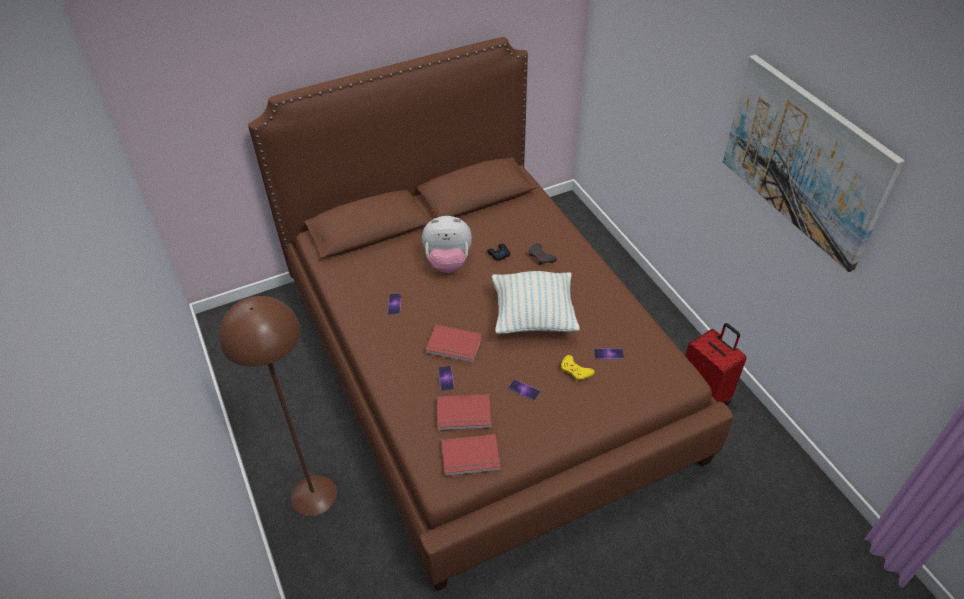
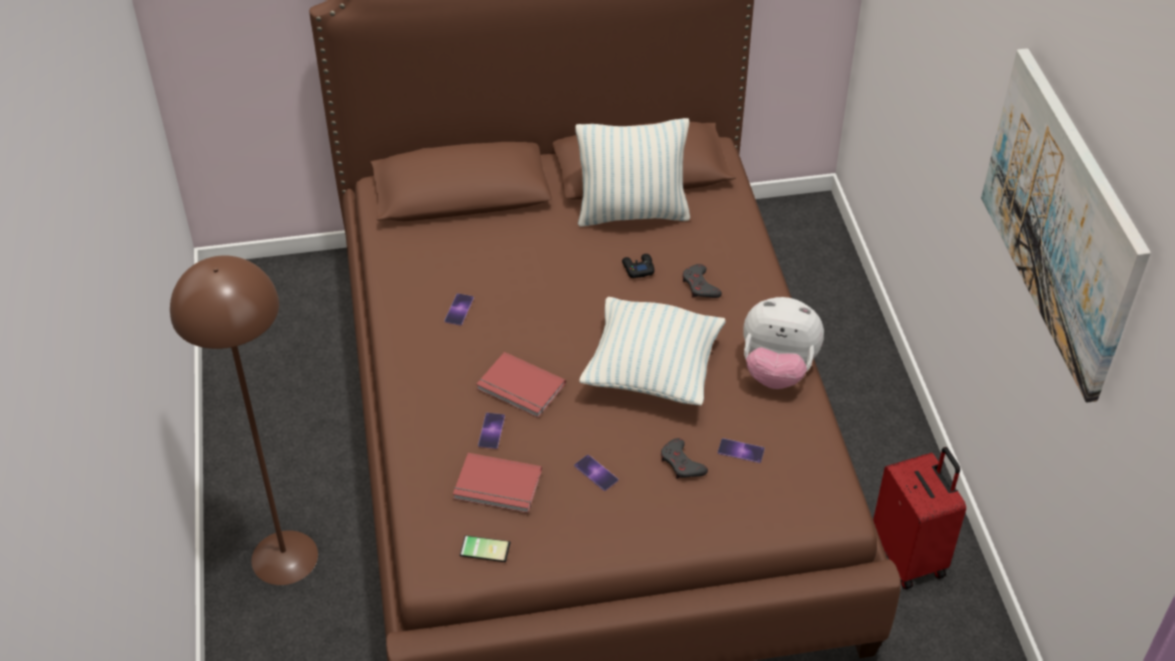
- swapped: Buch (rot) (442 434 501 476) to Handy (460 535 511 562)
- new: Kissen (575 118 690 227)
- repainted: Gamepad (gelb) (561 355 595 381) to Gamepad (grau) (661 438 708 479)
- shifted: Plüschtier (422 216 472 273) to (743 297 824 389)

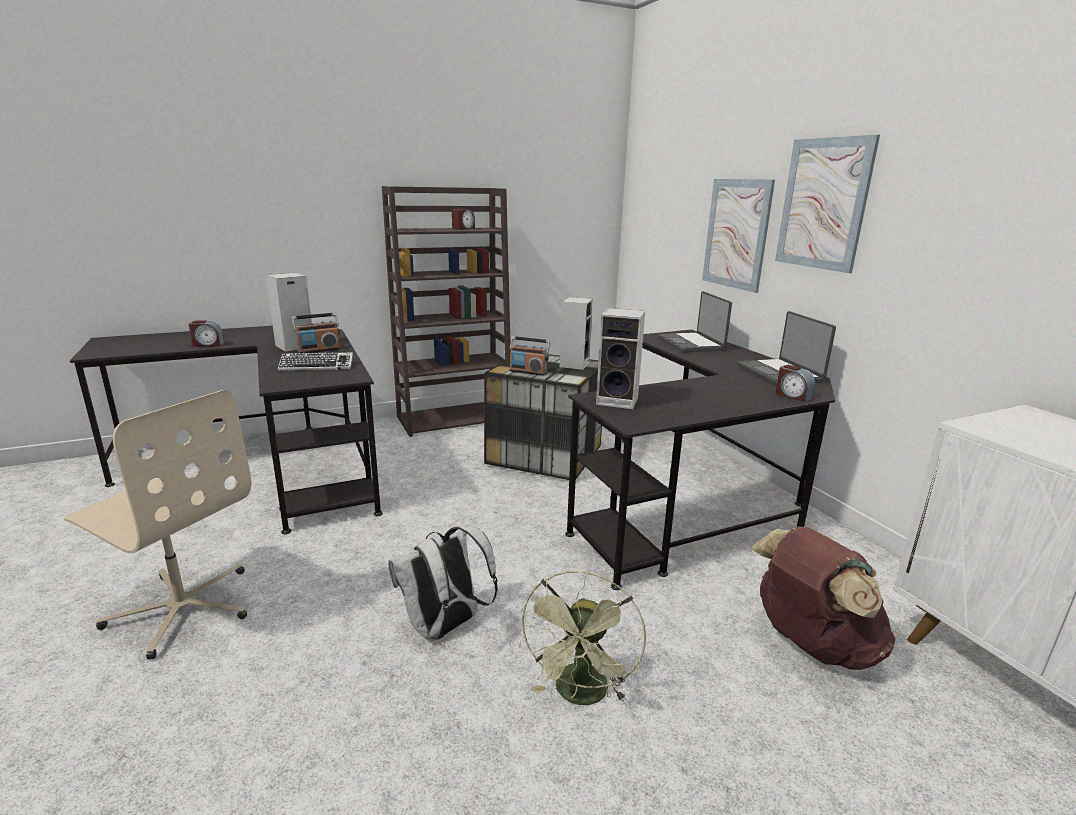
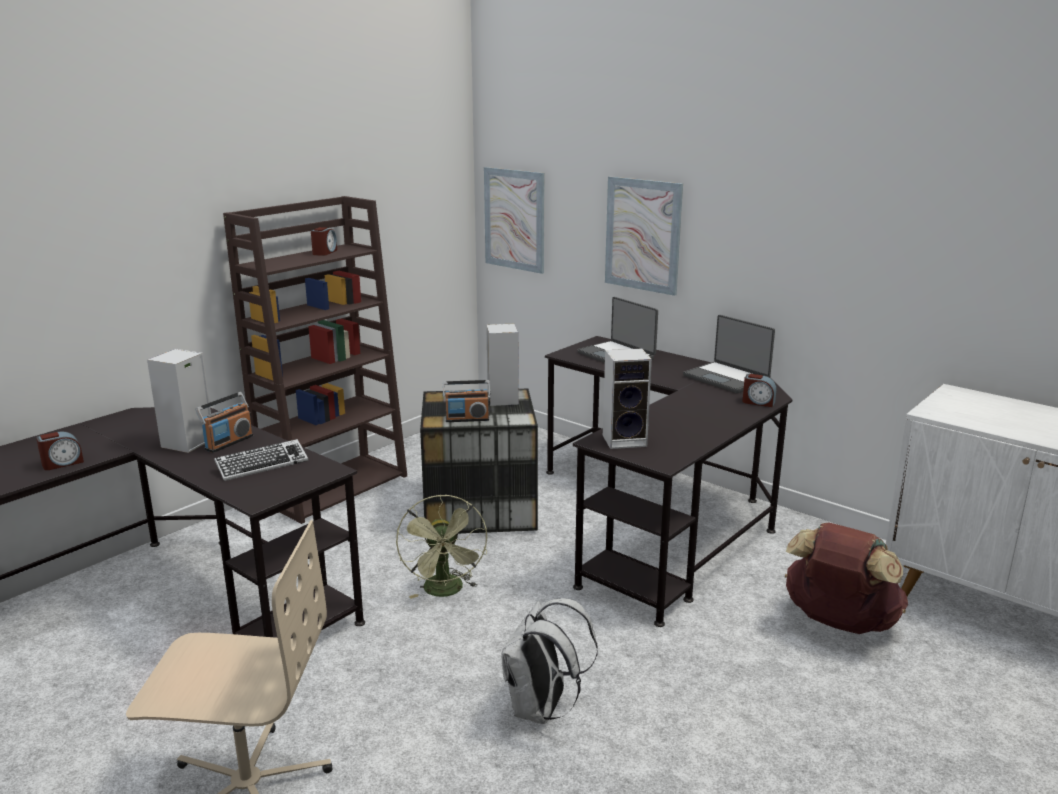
- shifted: Ventilator (grün) (518 571 646 705) to (396 495 487 599)
- shifted: Bild (775 135 880 273) to (484 167 545 274)

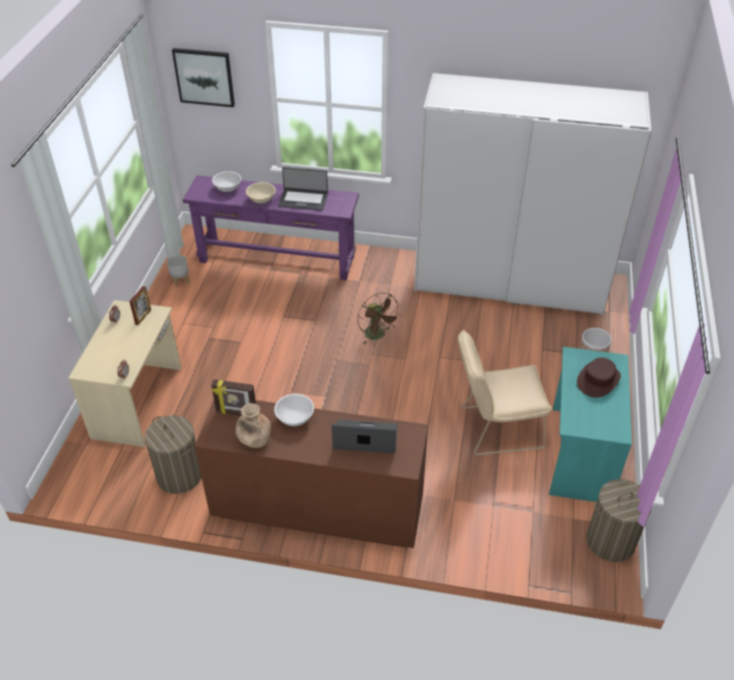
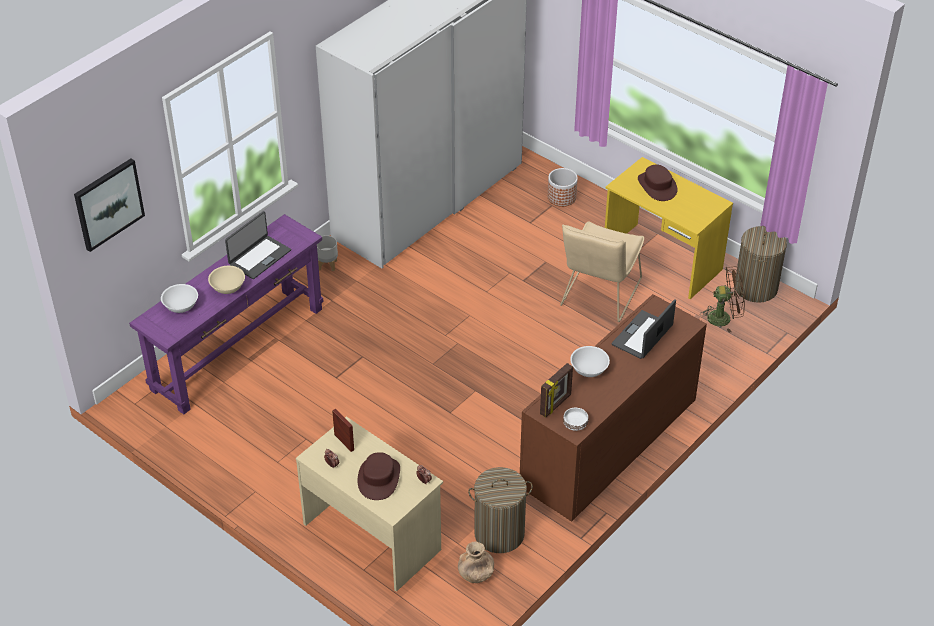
- shifted: Pflanzkübel (grau) (167 255 190 287) to (317 235 338 271)
- new: Hut (braun) (358 452 400 500)
- shifted: Vase (braun) (236 403 271 448) to (458 541 494 583)
- new: Schüssel (weiß) (563 408 589 431)
- repainted: Schreibtisch (türkis) (549 347 632 502) to Schreibtisch (gelb) (605 157 733 299)
- shifted: Ventilator (braun) (358 293 401 344) to (700 266 745 333)

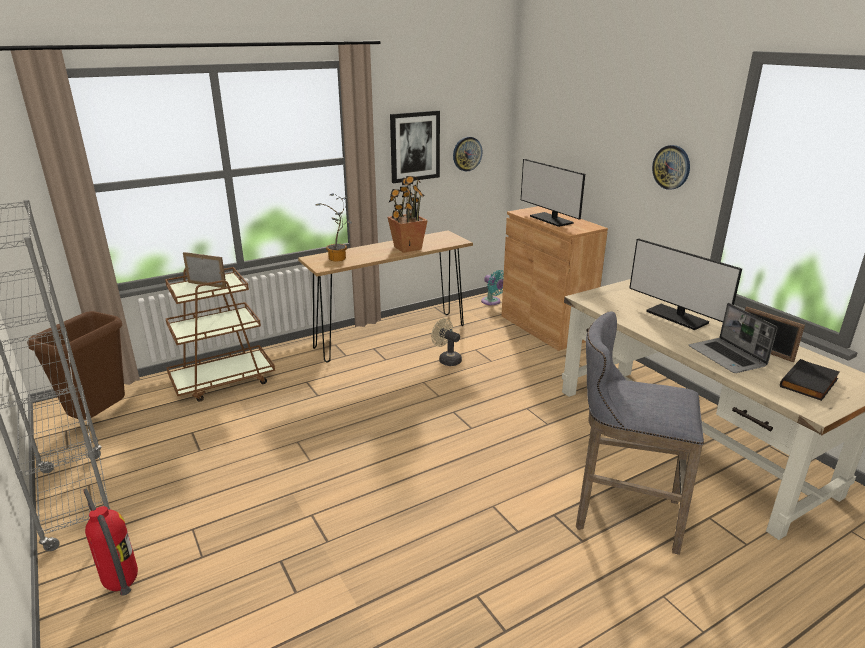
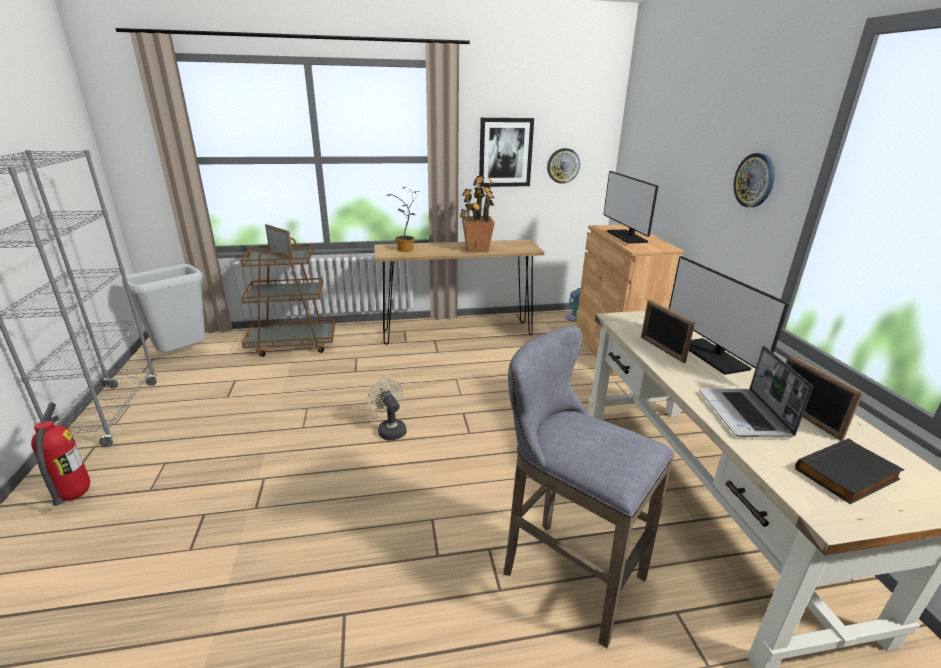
- repainted: Mülleimer (braun) (27 311 125 420) to Mülleimer (grau) (121 264 205 352)
- shifted: Ventilator (beige) (431 318 462 366) to (368 379 406 440)
- new: Bilderrahmen (641 300 695 363)

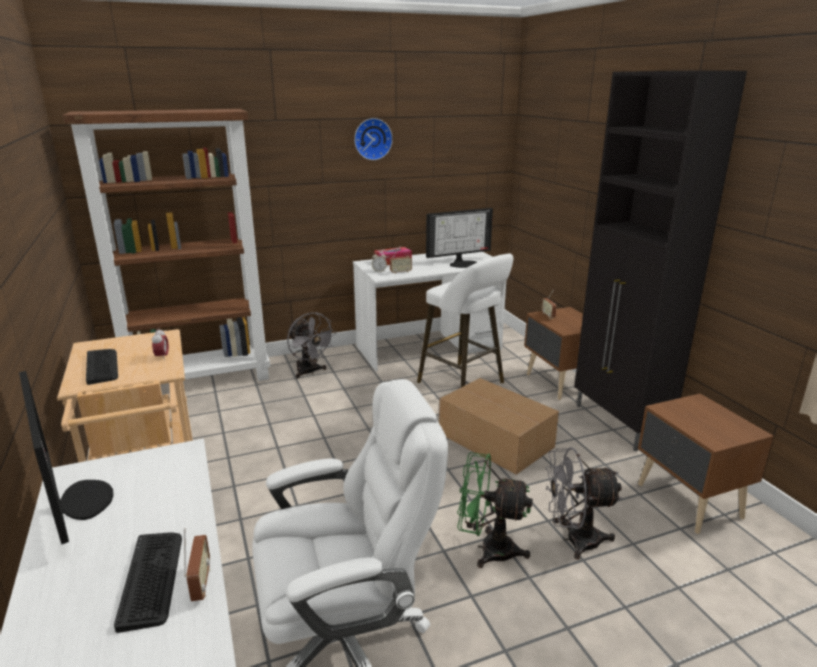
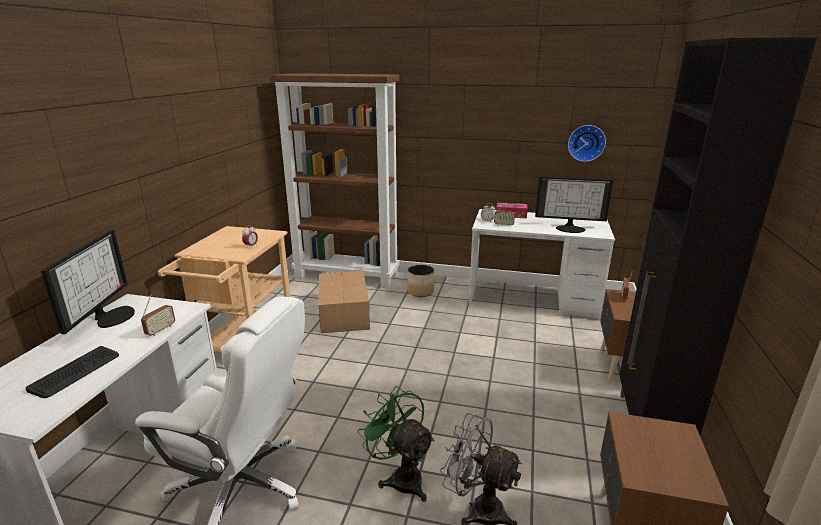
- shifted: Radio (184 529 210 601) to (141 295 175 336)
- shifted: Karton (439 378 559 475) to (319 271 370 333)
- swapped: Ventilator (grau) (287 312 337 379) to Pflanzkübel (407 265 434 297)
- shifted: Wanduhr (354 118 393 160) to (568 125 606 162)
- gone: Tastatur (86 349 118 385)
- gone: Hocker (weiß) (417 253 513 387)

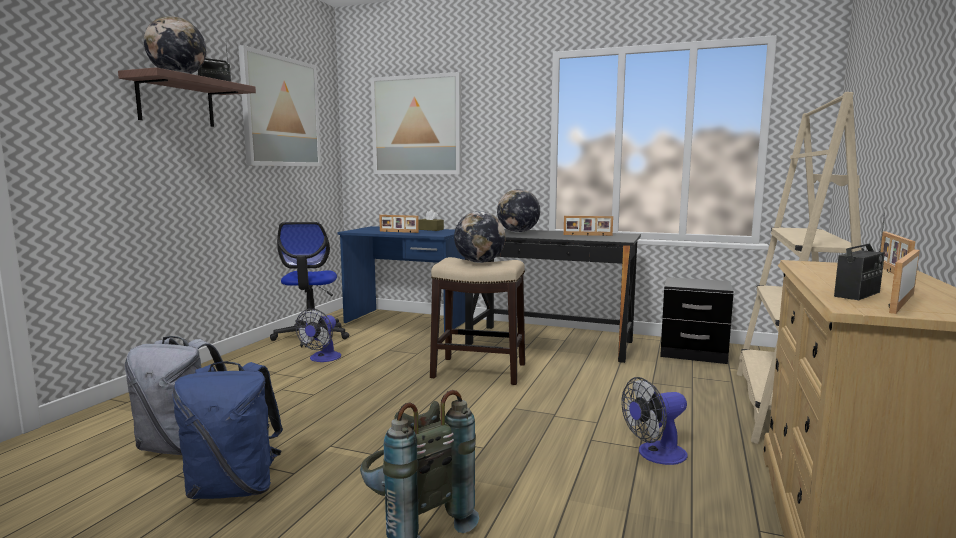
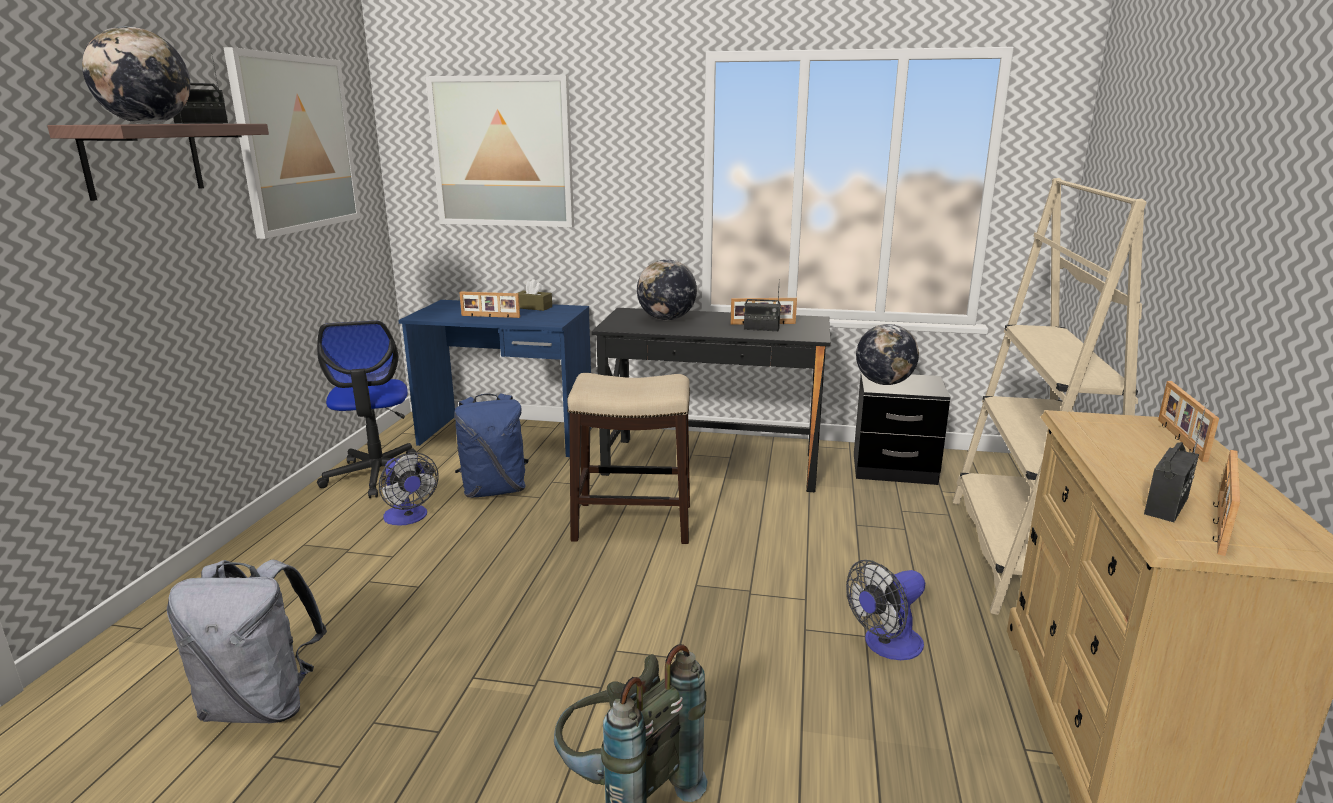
- rotated: Ventilator (295 309 341 362) = (379 452 439 525) 45 degrees counterclockwise
- shifted: Rucksack (blau) (172 362 283 499) to (454 393 529 498)
- new: Radio (744 279 781 331)
- shifted: Globus (454 211 505 263) to (856 324 919 385)

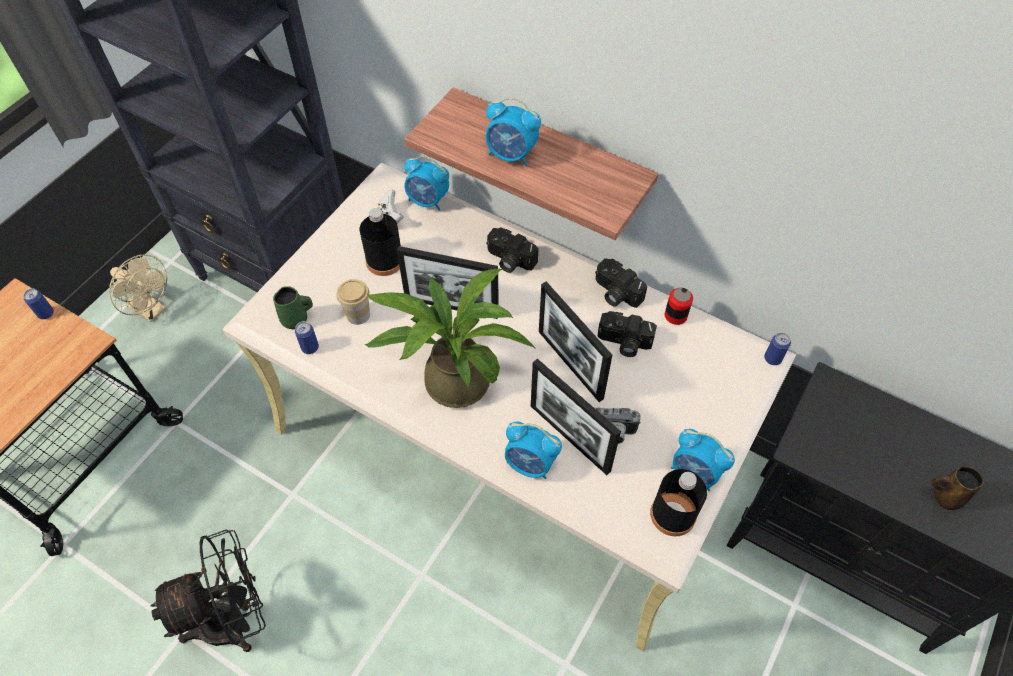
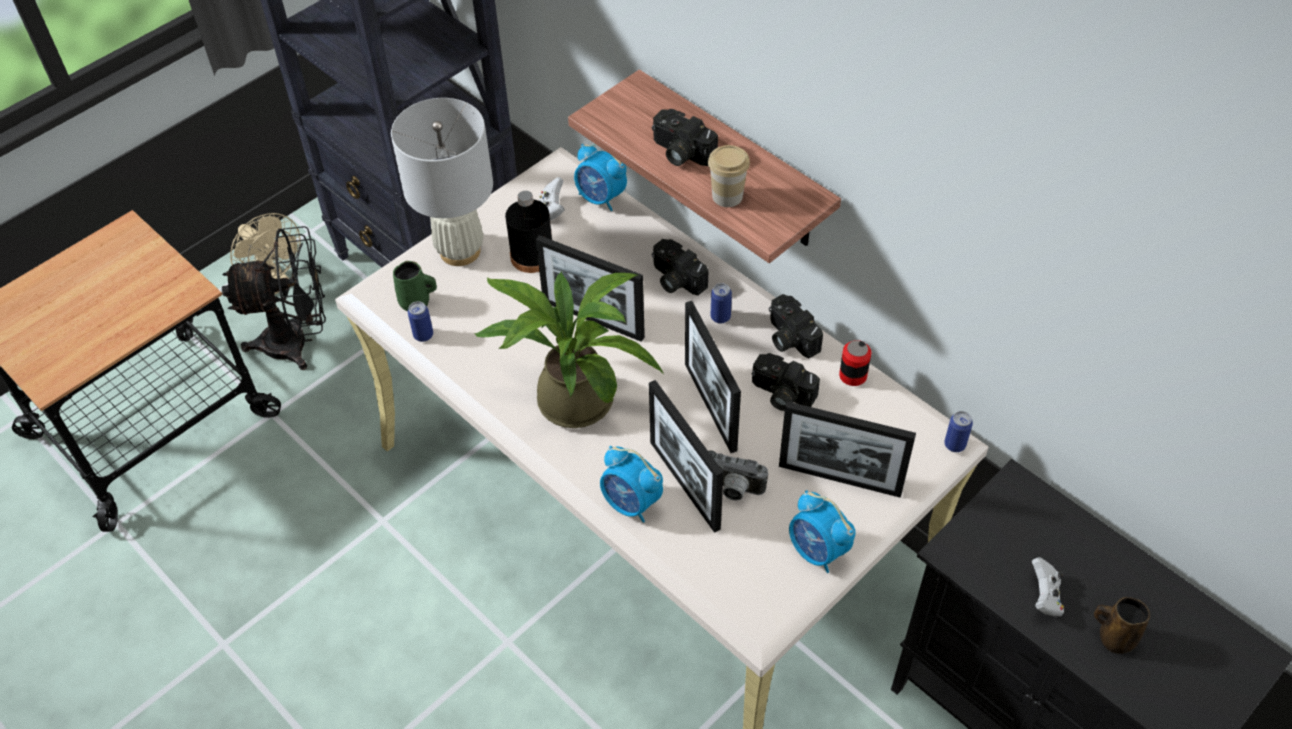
- shifted: Ventilator (schwarz) (151 530 266 652) to (222 226 326 370)
- new: Tischlampe (weiß) (391 98 493 266)
- swapped: Wecker (486 97 541 166) to Kamera (652 109 718 166)
- shifted: Tasse (337 279 370 325) to (708 145 750 207)
- shifted: Dose (23 289 54 319) to (711 283 732 324)
- new: Bilderrahmen (779 401 916 498)
- new: Gamepad (weiß) (1032 557 1064 617)
- gone: Flasche (schwarz) (650 469 707 536)

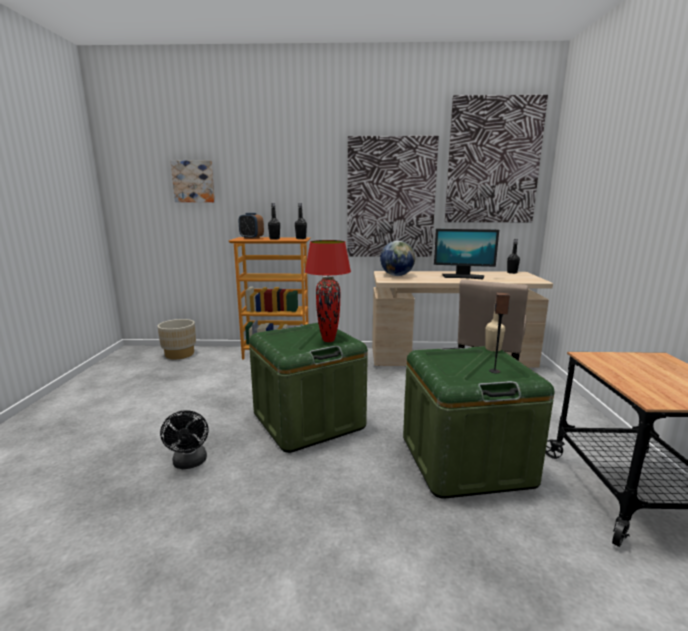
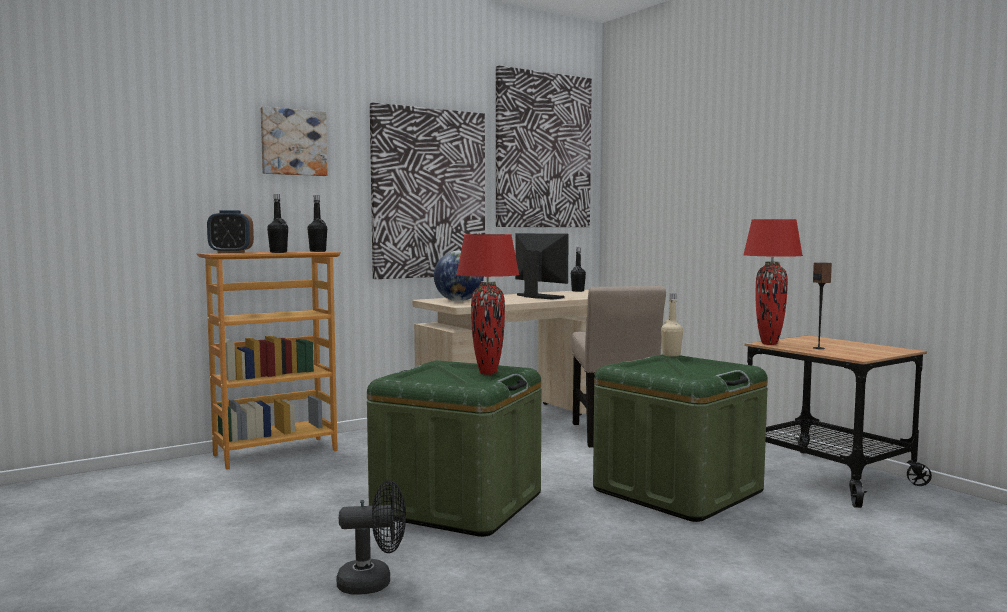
- shifted: Bild (170 160 215 202) to (260 106 328 176)
- rotated: Ventilator (schwarz) (160 410 208 469) = (337 480 406 594) 45 degrees counterclockwise
- rotated: Monitor (434 229 499 279) = (515 233 569 300) 105 degrees counterclockwise
- new: Tischlampe (rot) (743 219 803 345)
- shifted: Lautsprecher (489 293 510 373) to (813 262 832 349)
- gone: Pflanzkübel (beige) (158 319 196 359)

